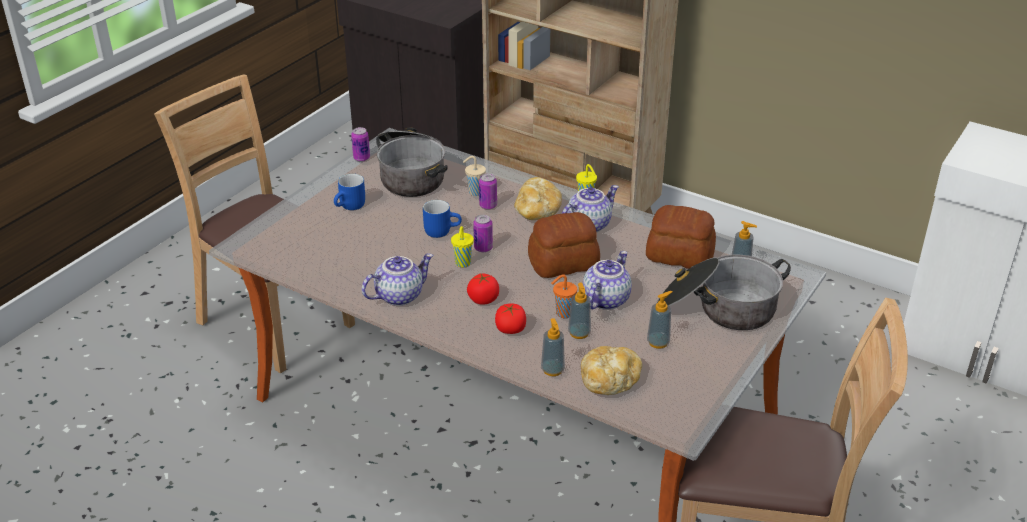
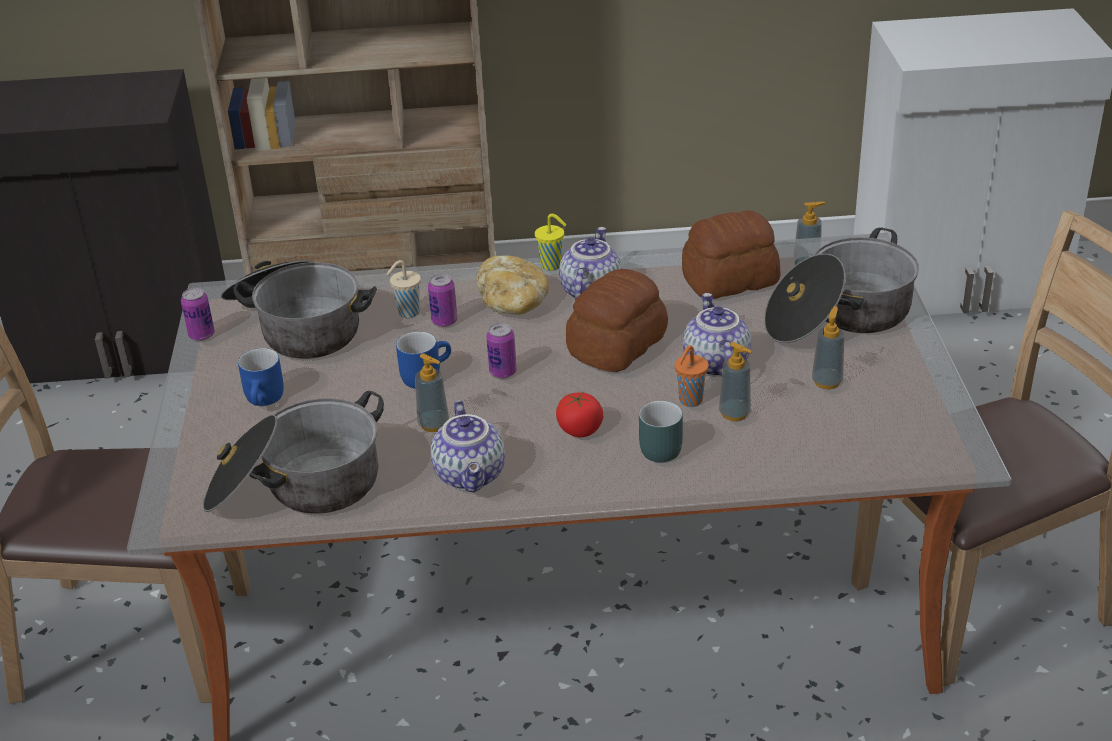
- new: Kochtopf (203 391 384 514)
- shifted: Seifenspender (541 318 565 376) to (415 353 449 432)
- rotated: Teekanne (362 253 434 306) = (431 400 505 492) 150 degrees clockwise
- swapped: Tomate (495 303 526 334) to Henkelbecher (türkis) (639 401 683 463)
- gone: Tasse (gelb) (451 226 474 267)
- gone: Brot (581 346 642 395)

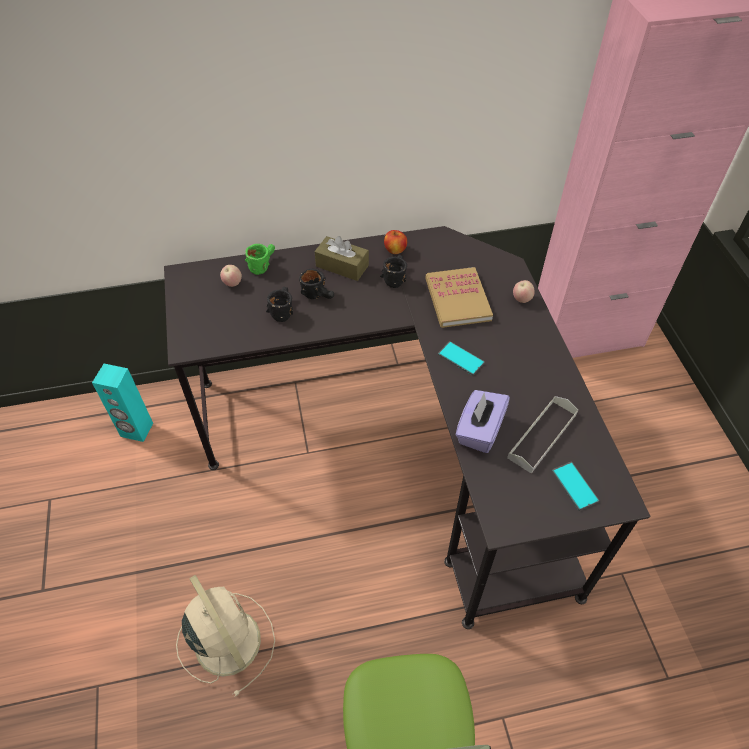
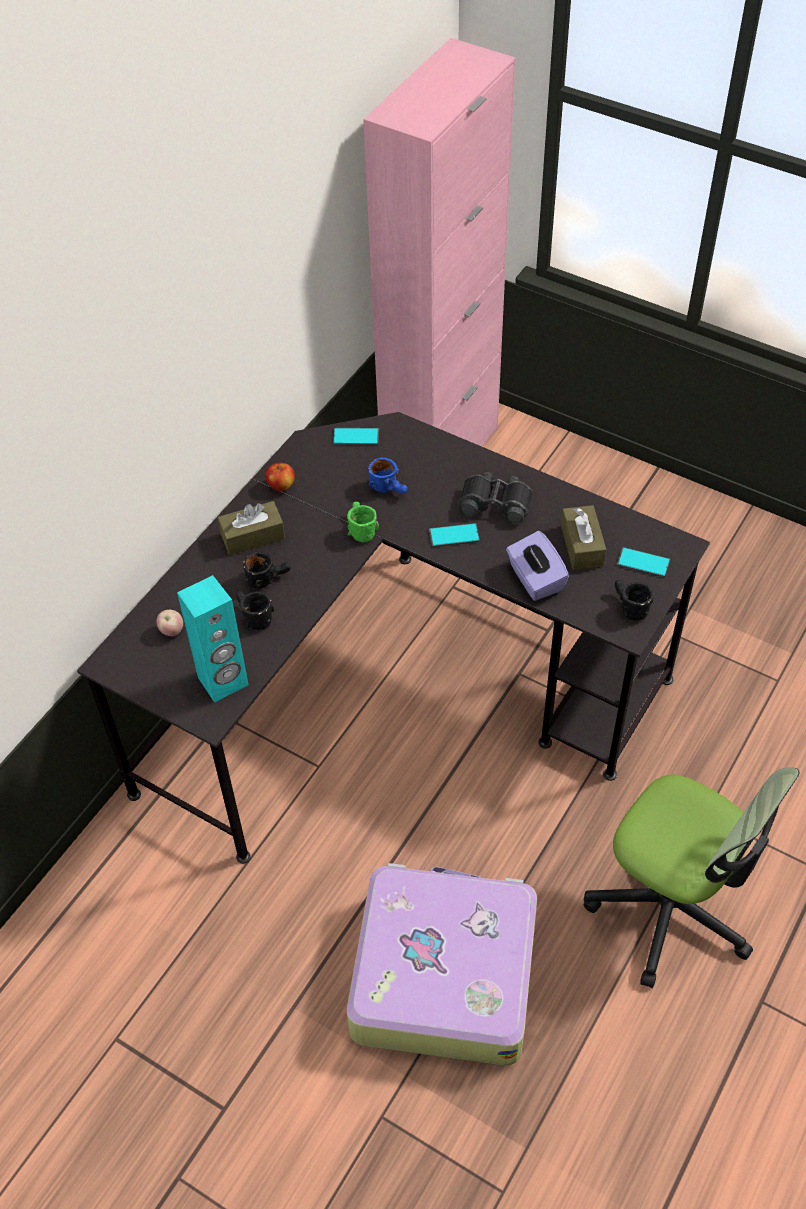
- shifted: Lautsprecher (türkis) (92 364 153 442) to (177 575 249 703)
- new: Handy (333 428 379 445)
- shifted: Henkelbecher (grün) (245 244 275 275) to (347 501 379 542)
- swapped: Ventilator (beige) (176 575 275 697) to Koffer (347 863 537 1065)
- swapped: Buch (425 267 493 328) to Henkelbecher (blau) (368 458 408 494)
- new: Fernglas (schwarz) (459 472 533 524)
- swapped: Tablett (grau) (507 396 578 473) to Taschentuchbox (braun) (561 505 606 570)
- shifted: Henkelbecher (schwarz) (380 255 407 288) to (615 580 654 621)
- gone: Apfel (513 280 535 303)

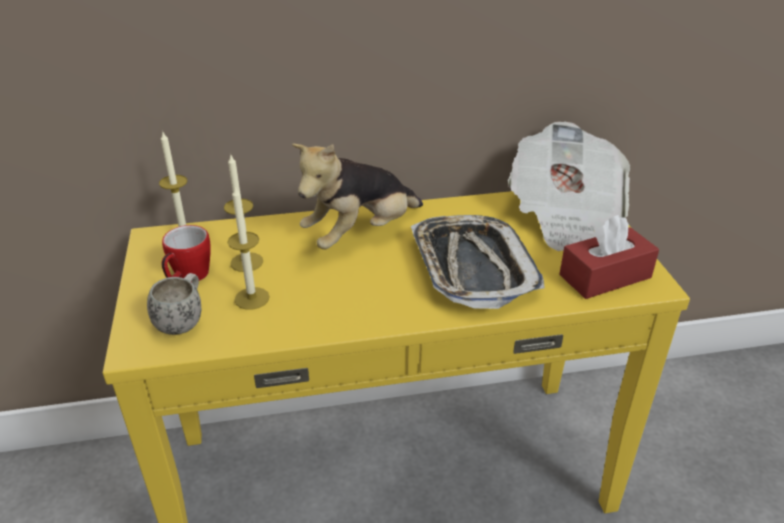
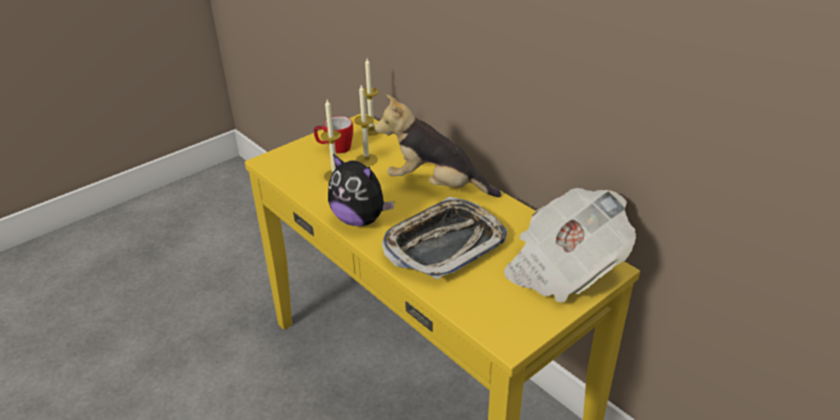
- new: Plüschtier (328 154 394 226)
- gone: Henkelbecher (weiß) (147 273 201 335)
- gone: Taschentuchbox (rot) (559 215 659 299)

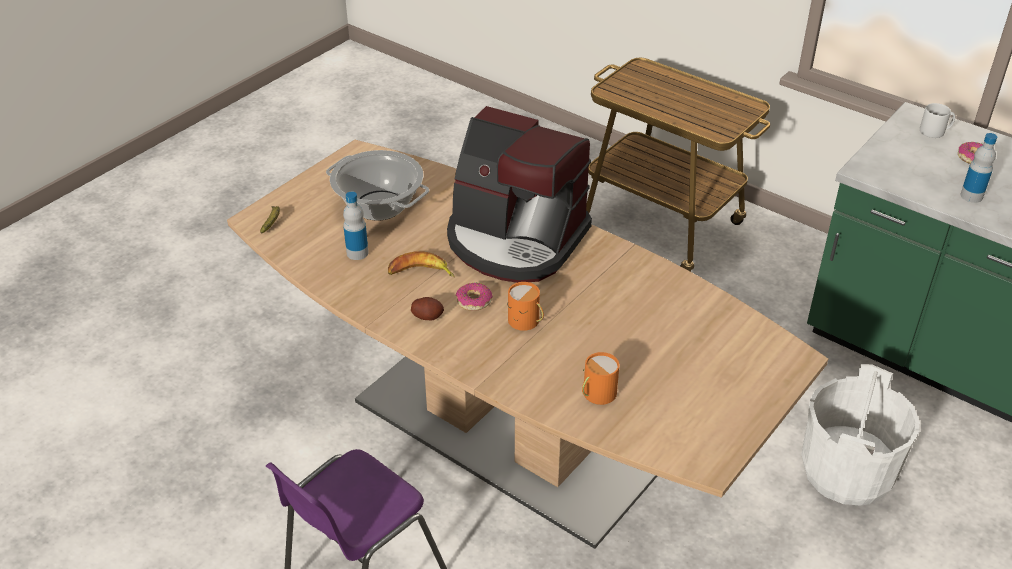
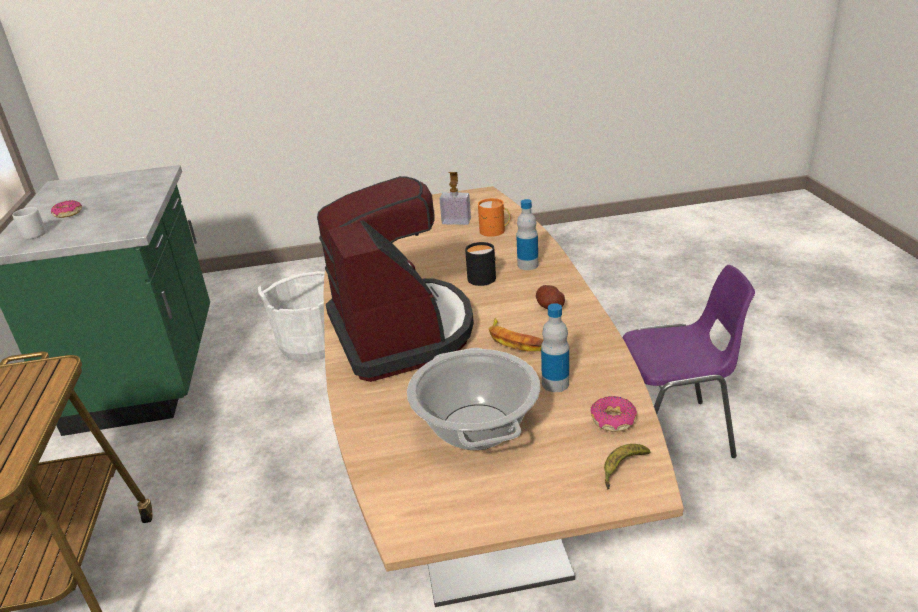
- new: Seifenspender (440 172 471 225)
- repainted: Henkelbecher (orange) (507 282 544 331) to Henkelbecher (schwarz) (465 242 496 286)
- shifted: Flasche (960 133 997 203) to (516 199 538 270)
- shifted: Donut (456 283 493 311) to (590 396 637 432)

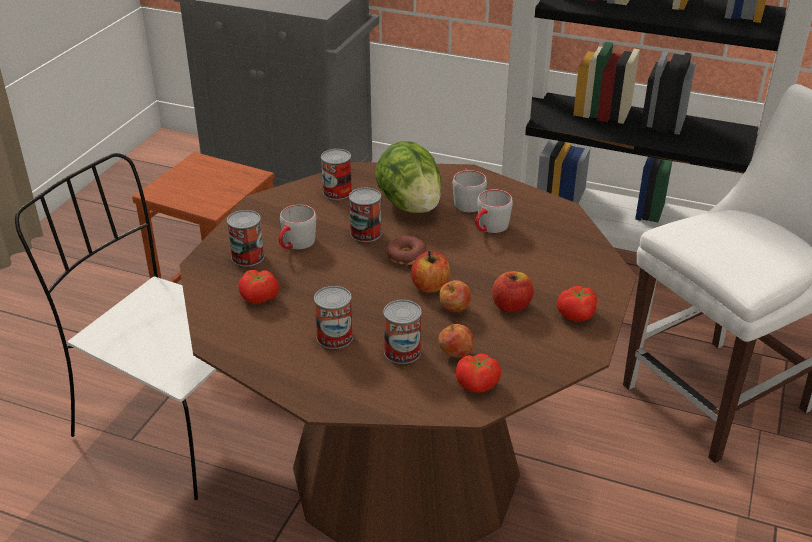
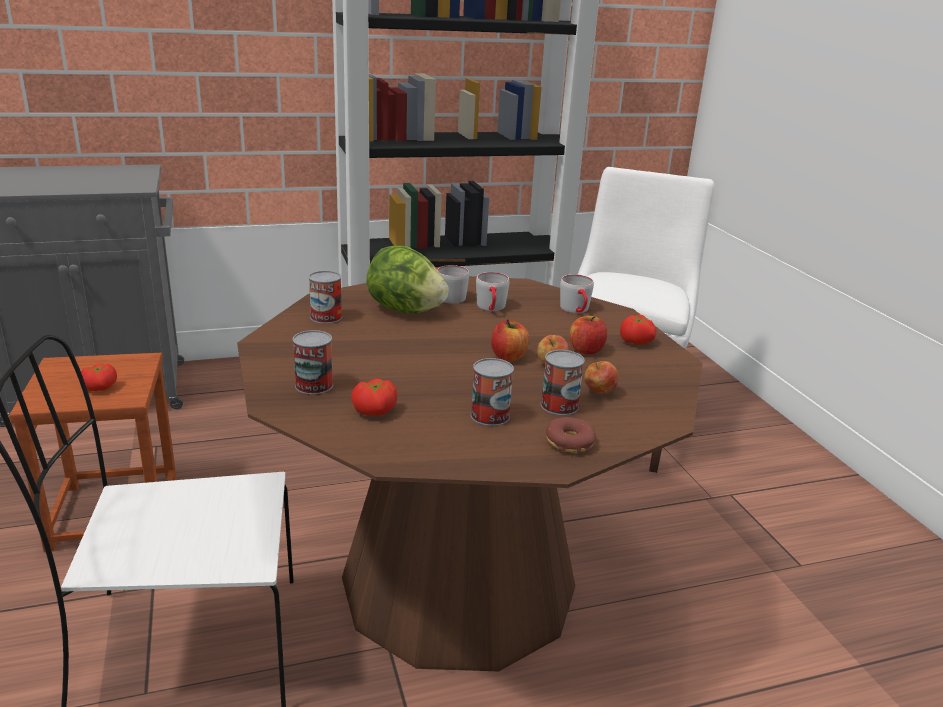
- shifted: Tomate (456 354 501 393) to (81 363 117 391)
- shifted: Donut (386 236 426 267) to (546 417 596 453)
- shifted: Henkelbecher (grau) (279 205 316 249) to (560 274 594 313)
- gone: Dose (349 188 382 242)

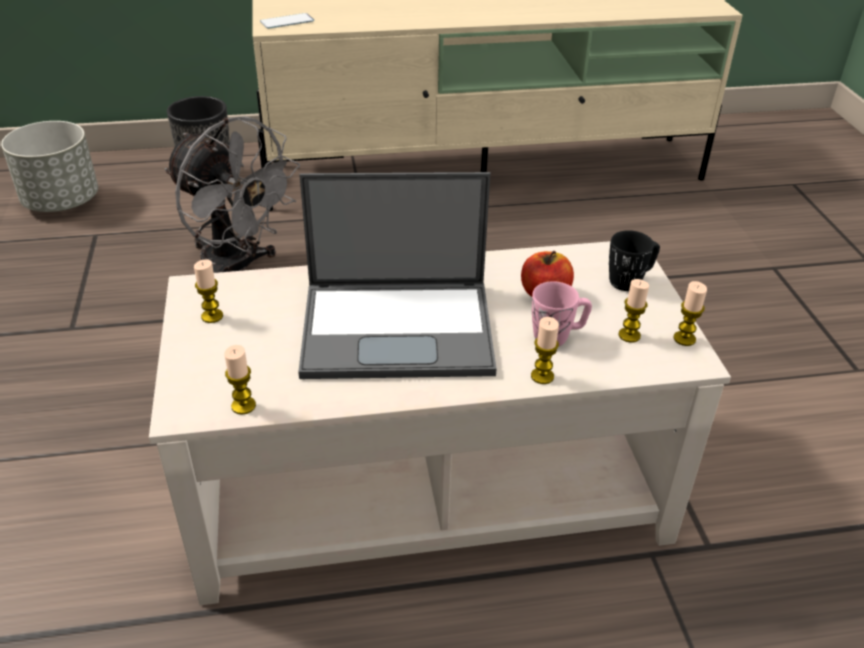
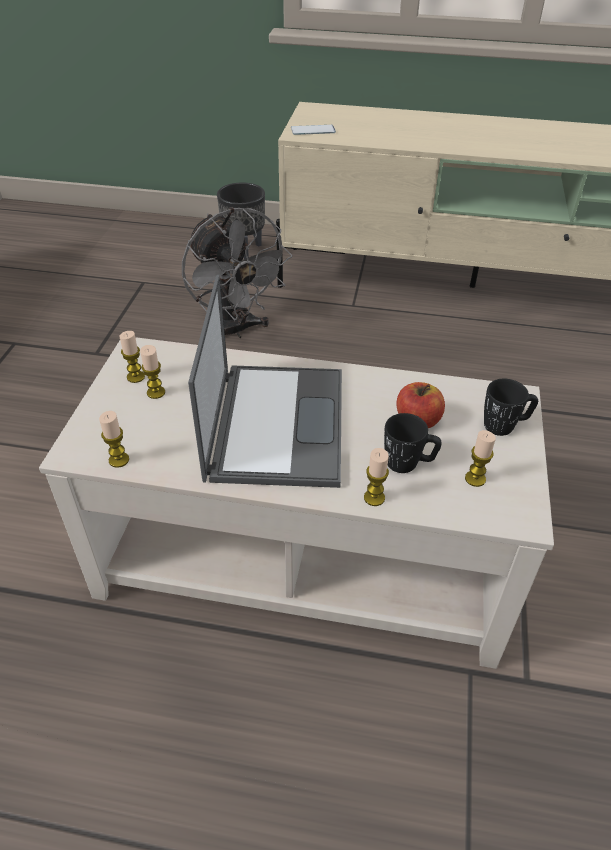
- shifted: Kerze (674 281 707 346) to (140 345 165 399)
- rotated: Laptop (298 172 496 379) = (188 275 342 488) 105 degrees counterclockwise
- repainted: Henkelbecher (rosa) (532 281 592 346) to Henkelbecher (schwarz) (384 413 442 473)
- gone: Pflanzkübel (grau) (1 121 98 212)

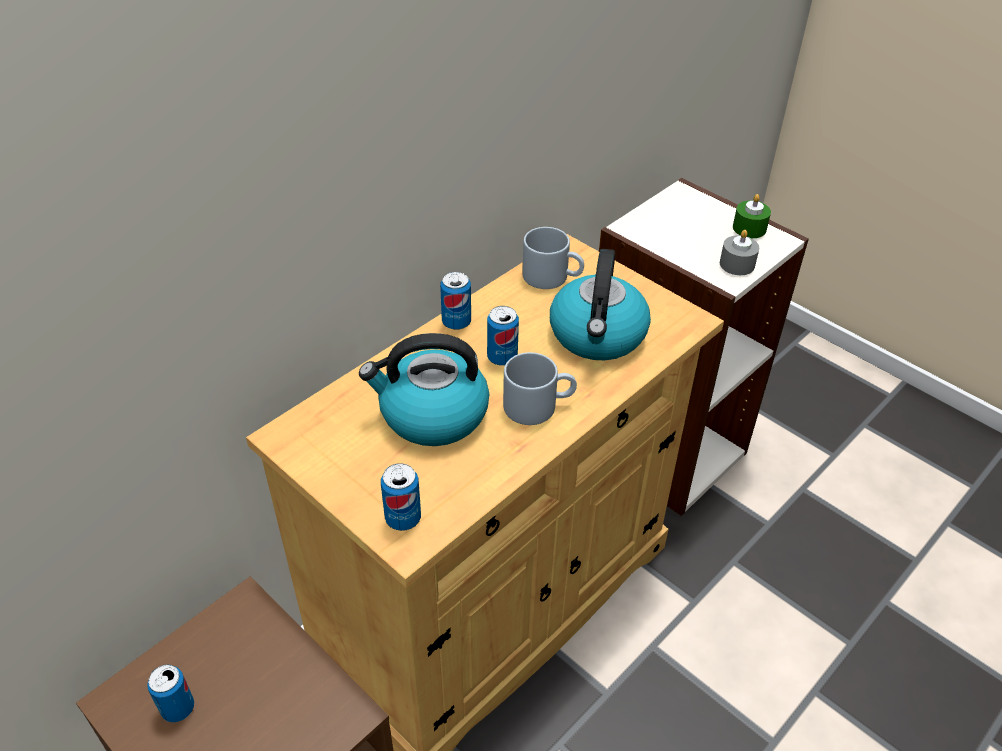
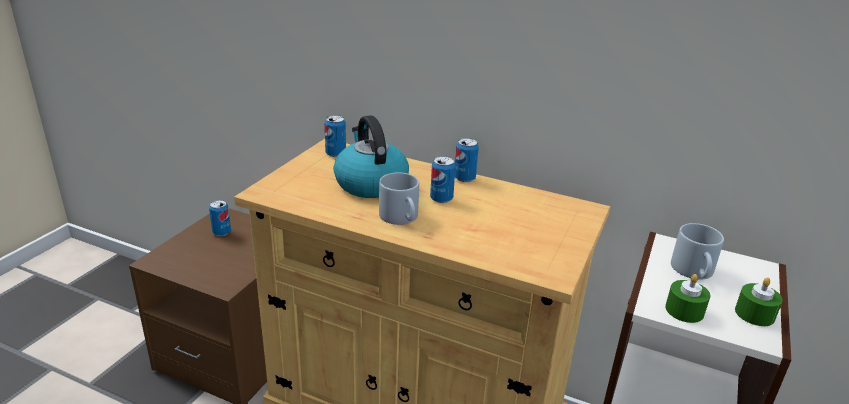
- shifted: Dose (381 463 421 531) to (325 115 346 157)
- repainted: Kerze (grau) (720 230 759 275) to Kerze (grün) (665 274 710 323)
- shifted: Henkelbecher (grau) (522 227 584 289) to (671 223 724 279)
- gone: Wasserkessel (550 249 651 360)

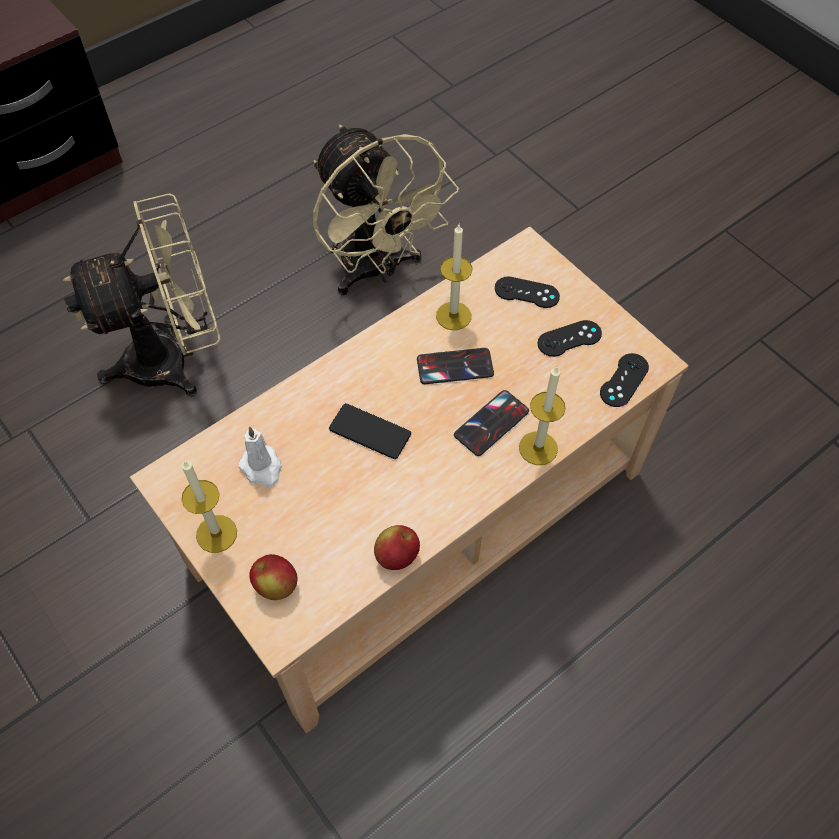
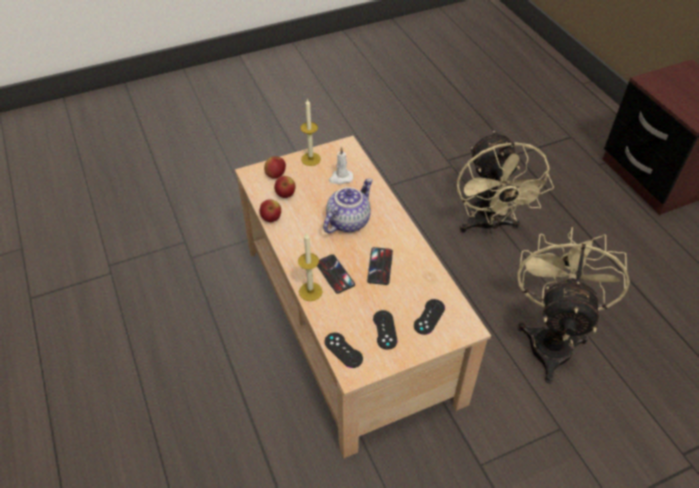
- new: Apfel (274 176 296 198)
- swapped: Handy (329 403 411 459) to Teekanne (323 179 373 233)
- rotated: Ventilator (beige) (313 125 459 295) = (517 227 630 383) 120 degrees clockwise
- gone: Kerze (436 224 472 330)

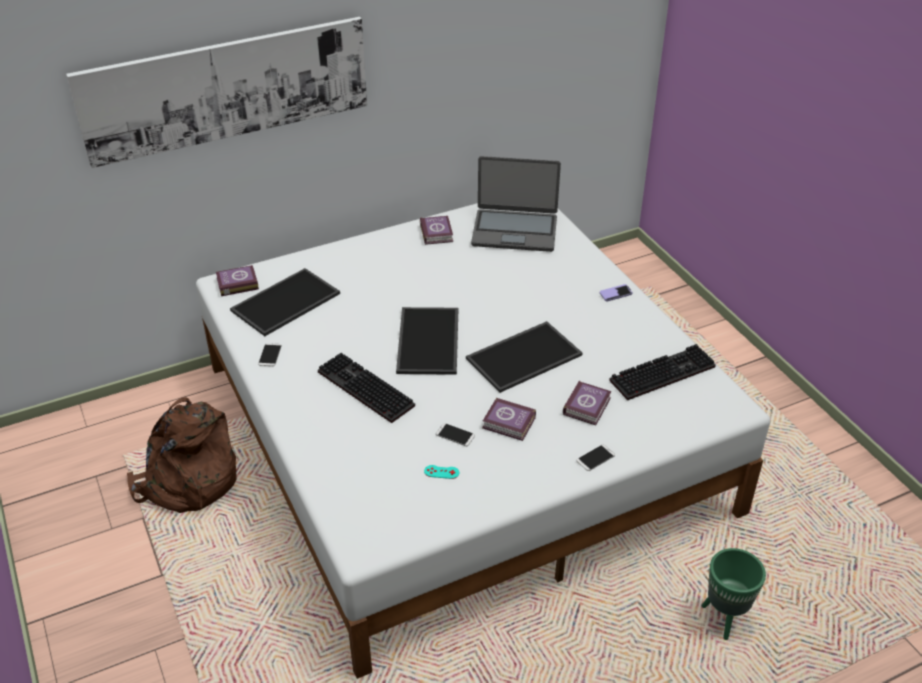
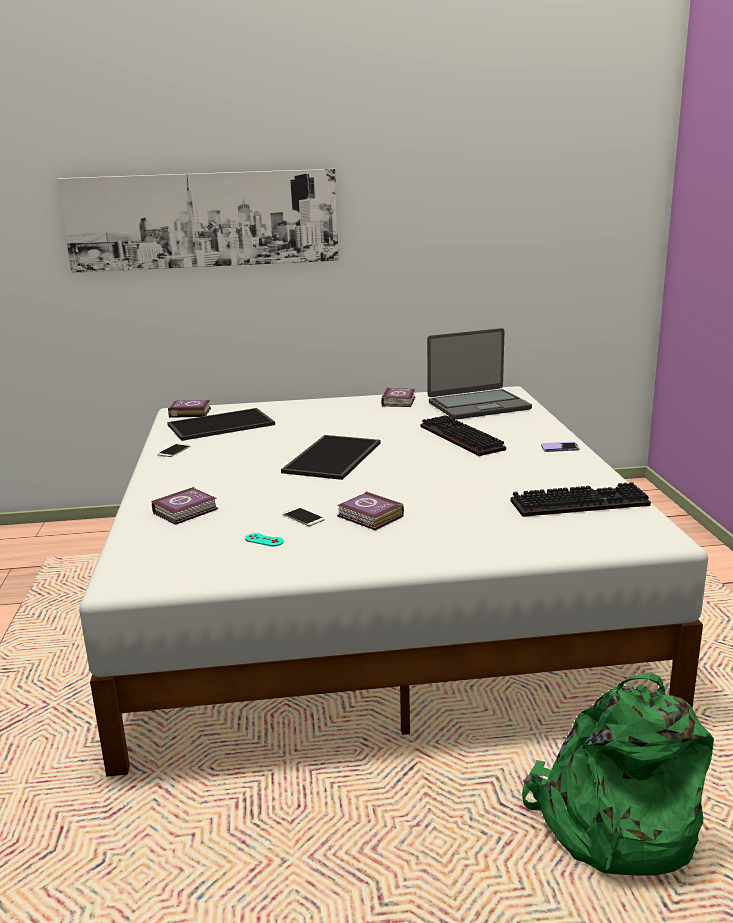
- shifted: Buch (563 380 611 425) to (152 487 218 525)
- shifted: Tastatur (318 353 415 423) to (421 416 506 456)
- rotated: Laptop (471 156 561 252) = (427 328 532 420) 45 degrees counterclockwise
- swapped: Pflanzkübel (grün) (701 548 766 640) to Rucksack (grün) (522 673 714 876)
- gone: Rucksack (braun) (127 397 236 513)
- gone: Tablett (466 321 582 393)
- gone: Handy (576 445 615 471)

